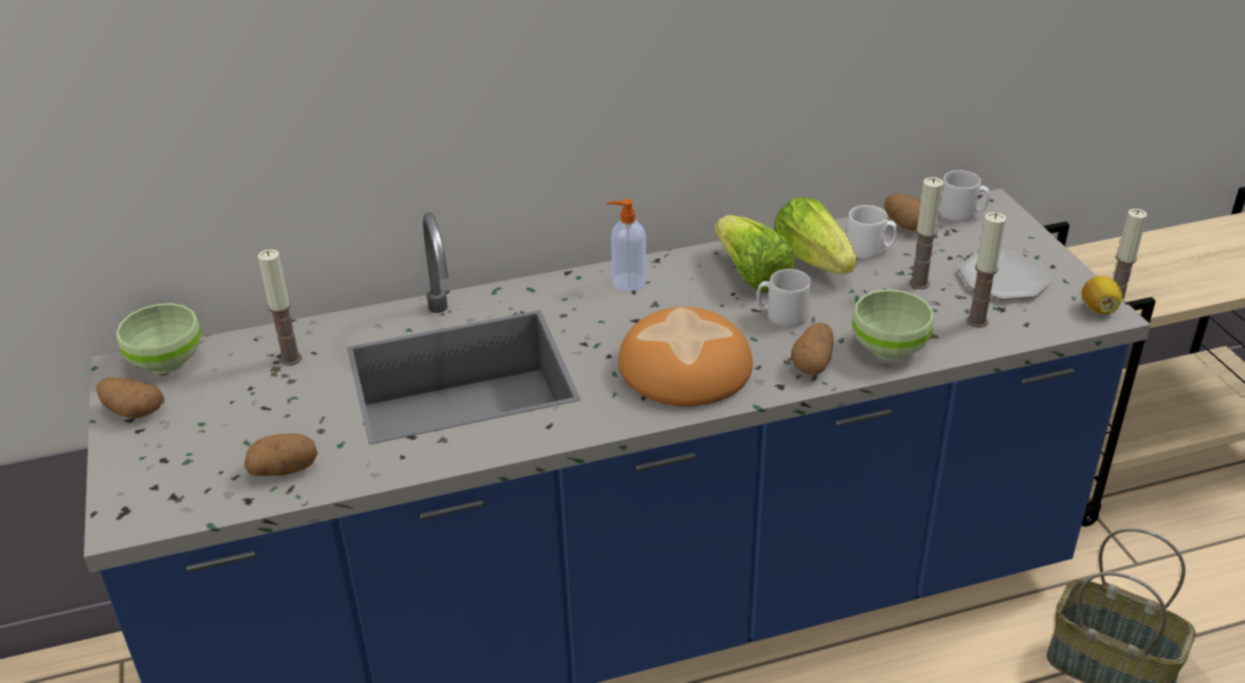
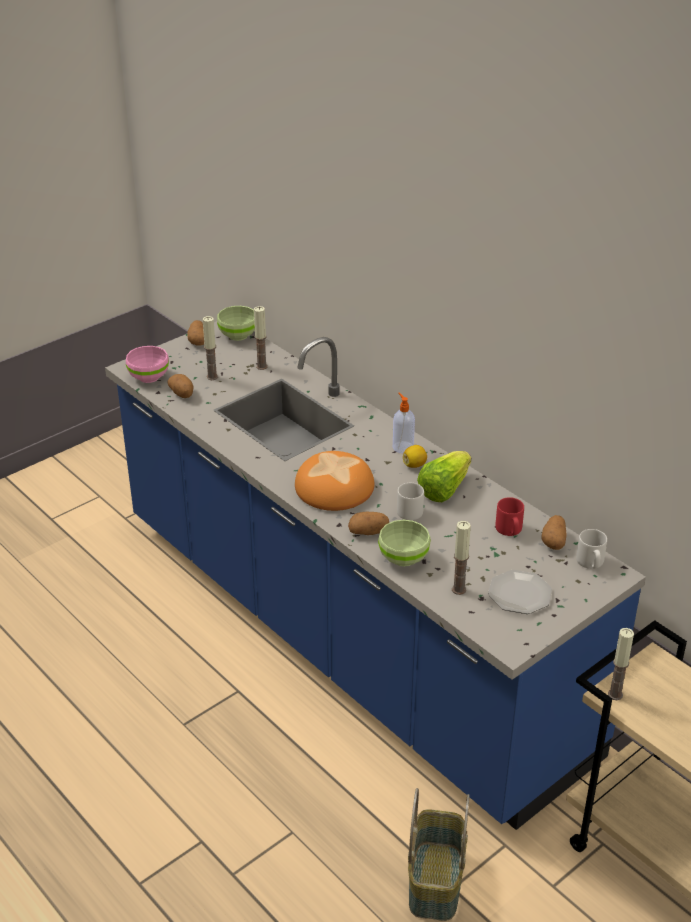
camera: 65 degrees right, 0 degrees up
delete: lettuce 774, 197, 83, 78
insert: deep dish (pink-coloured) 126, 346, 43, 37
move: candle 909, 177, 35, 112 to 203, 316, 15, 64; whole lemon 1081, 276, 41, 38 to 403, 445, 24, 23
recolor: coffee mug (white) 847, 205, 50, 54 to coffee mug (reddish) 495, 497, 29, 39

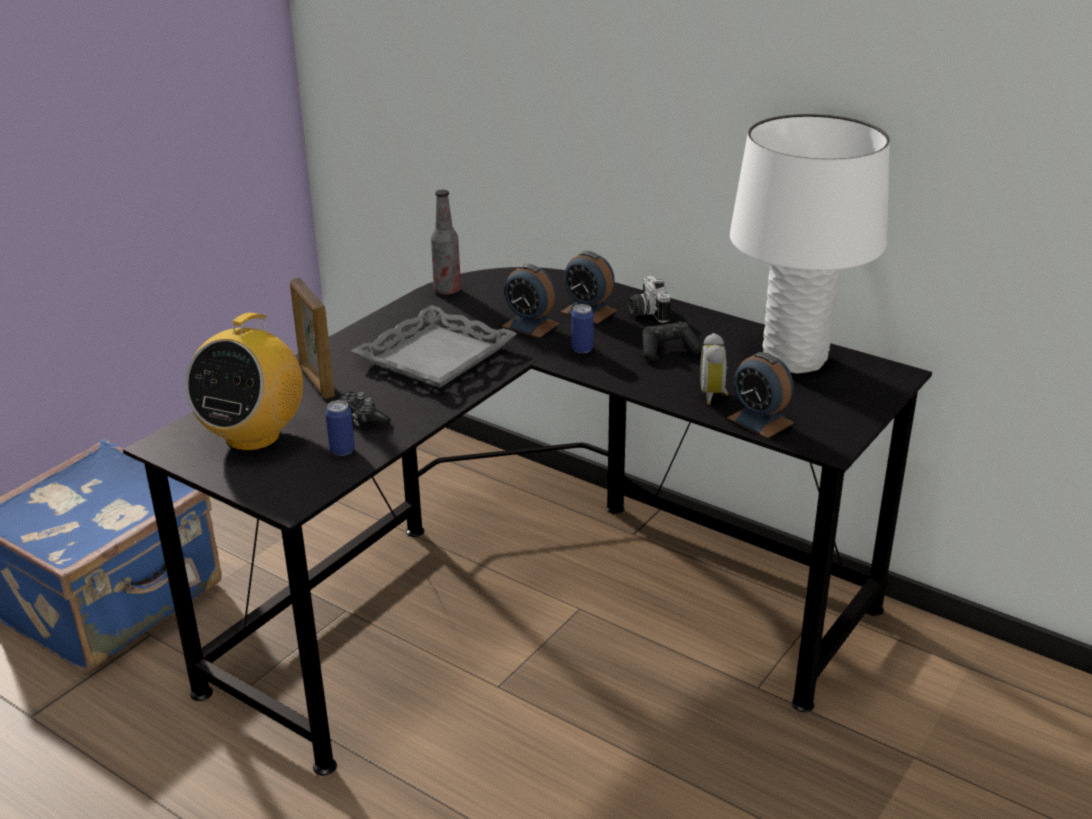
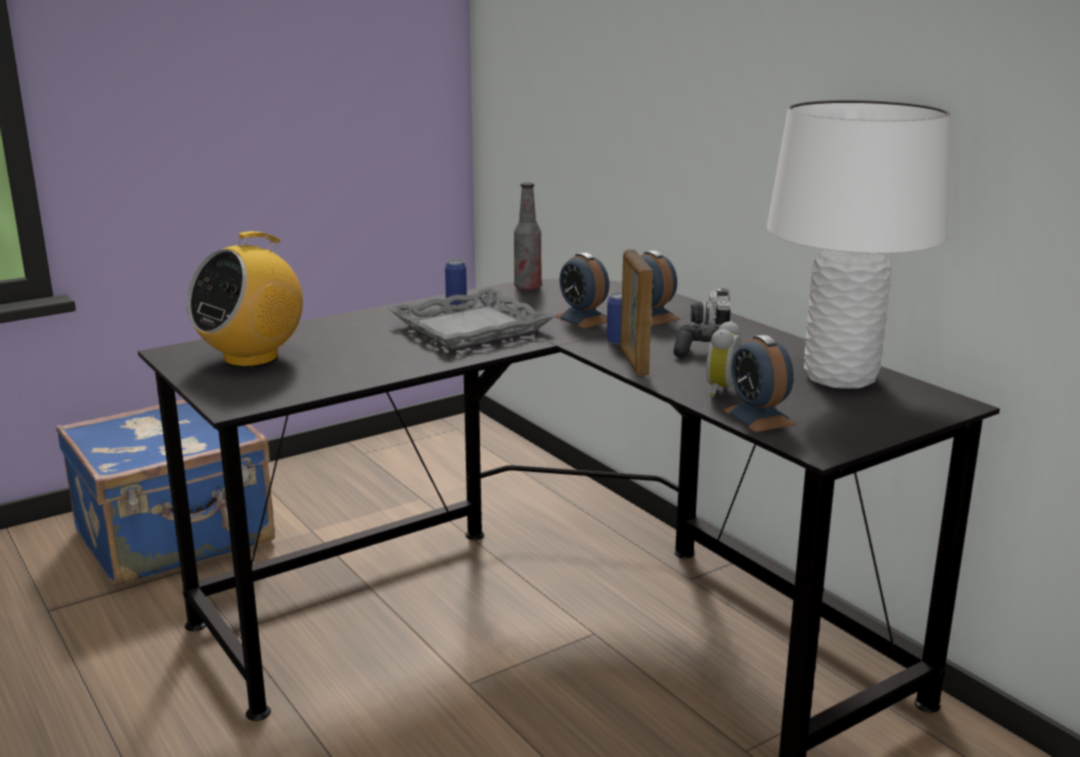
camera: 20 degrees right, 10 degrees down
delete: game controller 338, 391, 53, 36
move: photo frame 290, 278, 45, 121 to 620, 249, 33, 127; metal can 325, 400, 30, 56 to 445, 259, 22, 47

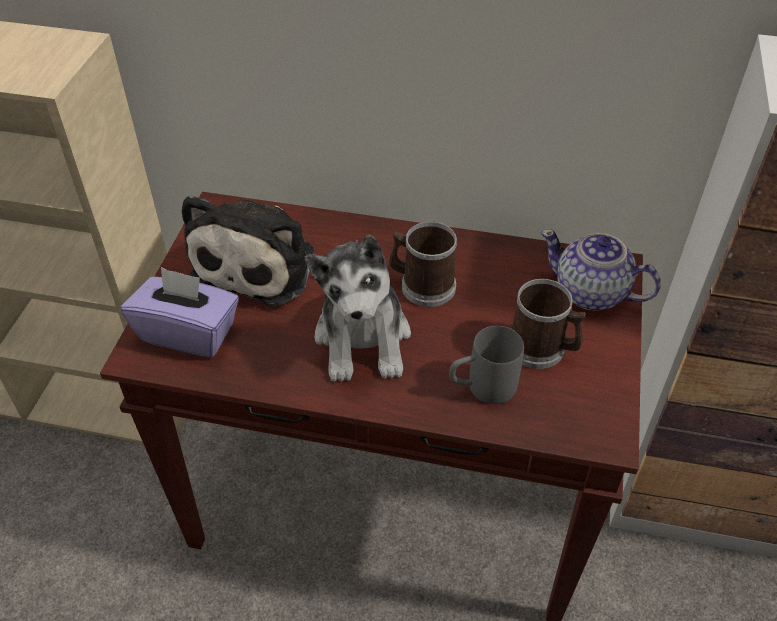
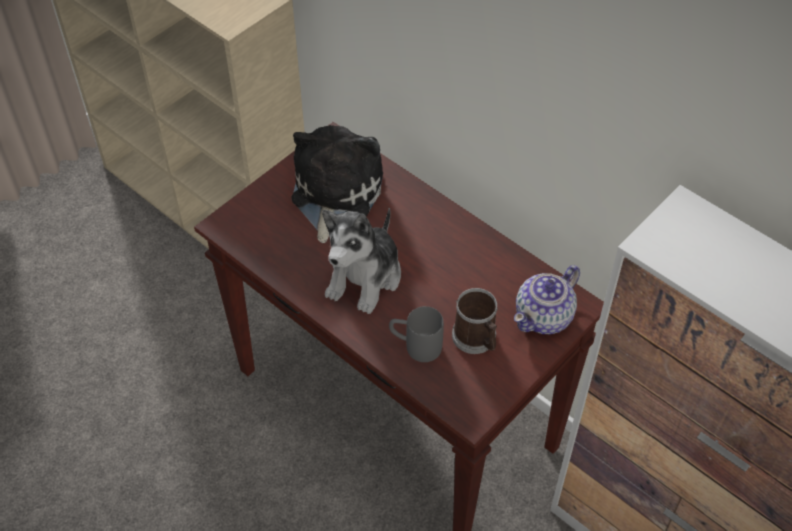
camera: 30 degrees right, 5 degrees up
delete: tissue holder (purplish) 121, 267, 118, 90; coffee mug 389, 222, 68, 85
rotate: soft toy 182, 195, 132, 112 = 291, 125, 92, 118 150 degrees clockwise; teapot 540, 229, 121, 82 = 514, 265, 66, 69 105 degrees counterclockwise

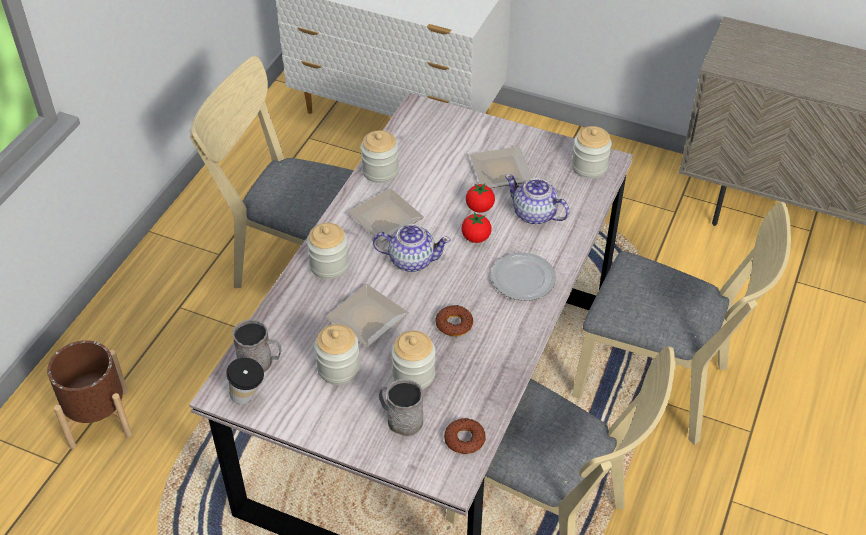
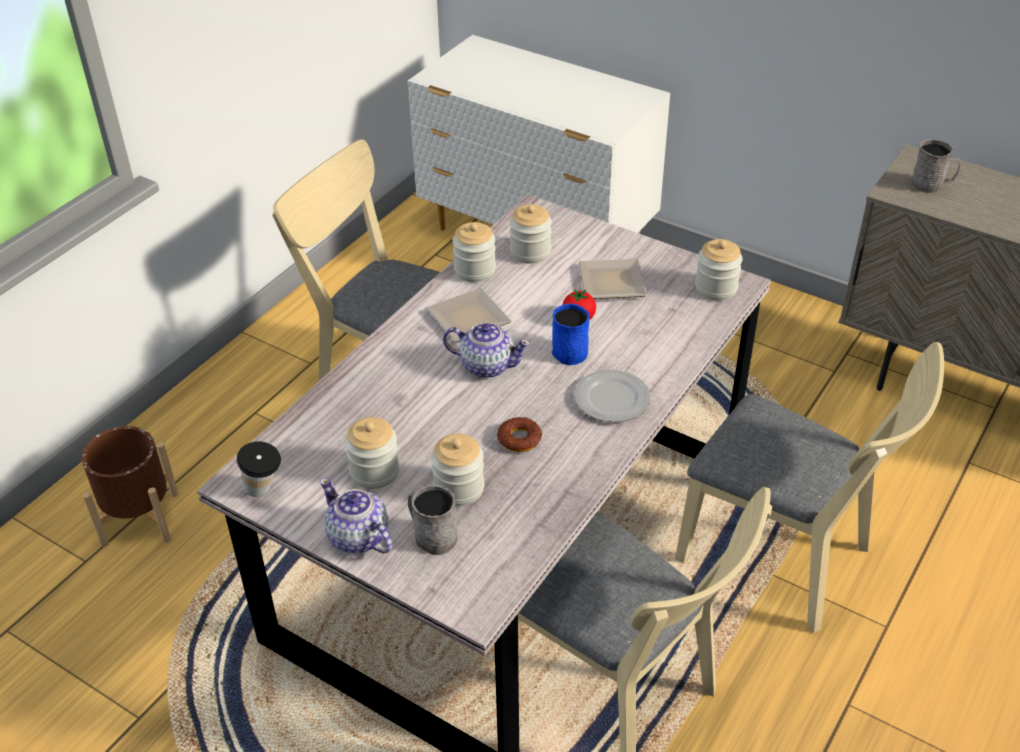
camera: 10 degrees right, 5 degrees down
delete: plate 326, 284, 83, 63; donut 444, 418, 41, 36
move: coffee mug (greyish) 232, 319, 50, 53 to 911, 139, 49, 54; storage jar 307, 223, 42, 56 to 510, 204, 42, 60; teapot 505, 174, 65, 51 to 320, 478, 72, 76
replace: tomato 461, 212, 31, 31 to coffee mug (blue) 552, 304, 38, 61

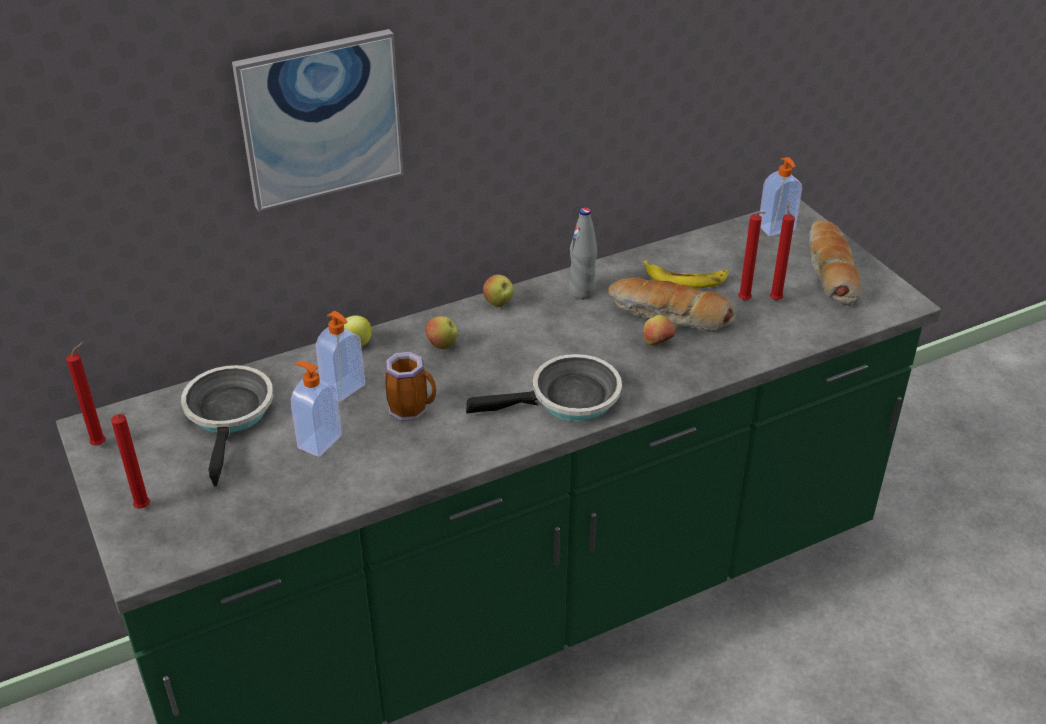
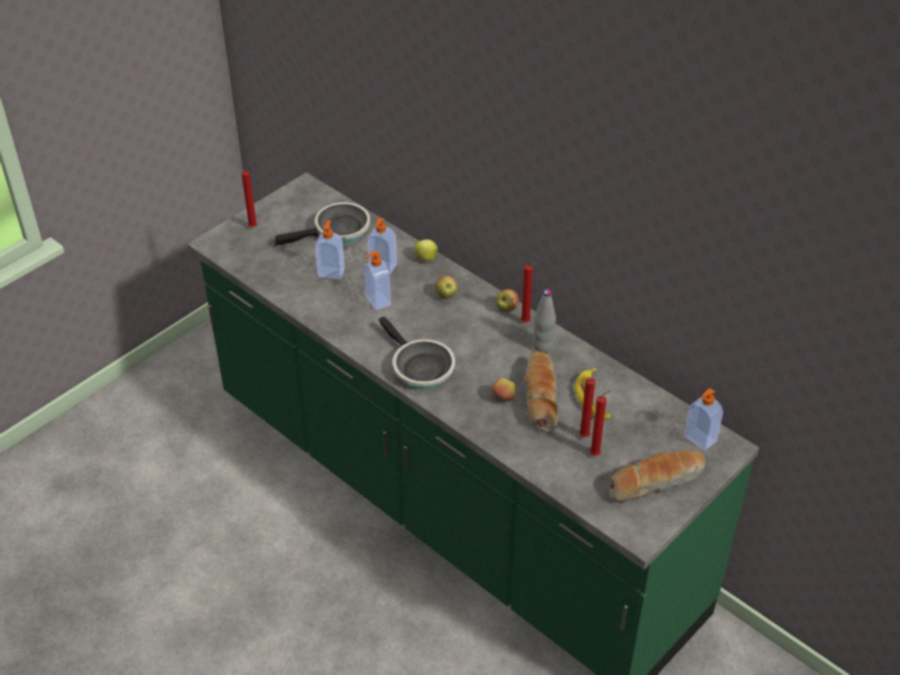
camera: 70 degrees right, 5 degrees up
delete: wall art 232, 29, 172, 183
move: candle (reddish) 66, 342, 40, 104 to 521, 263, 15, 60
replace: coffee mug 385, 352, 51, 69 to soap dispenser 364, 251, 27, 59

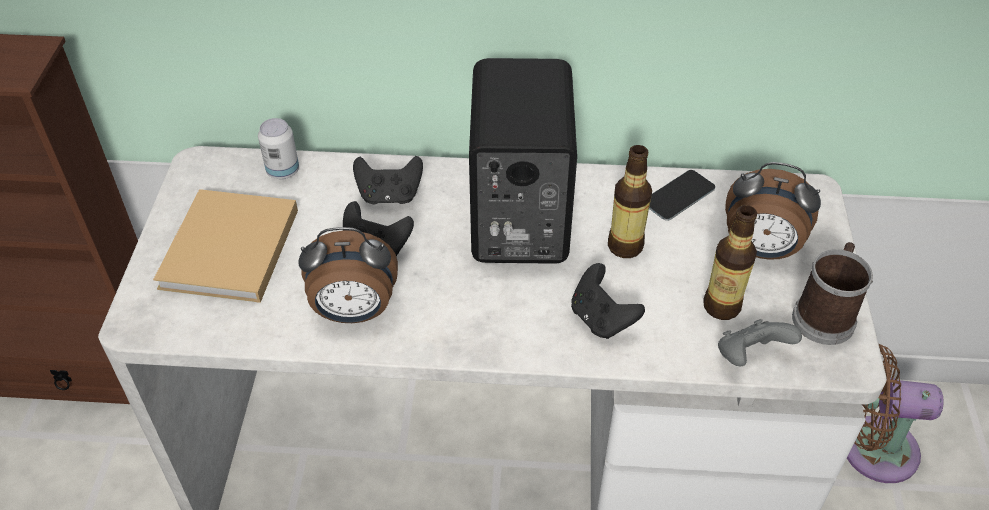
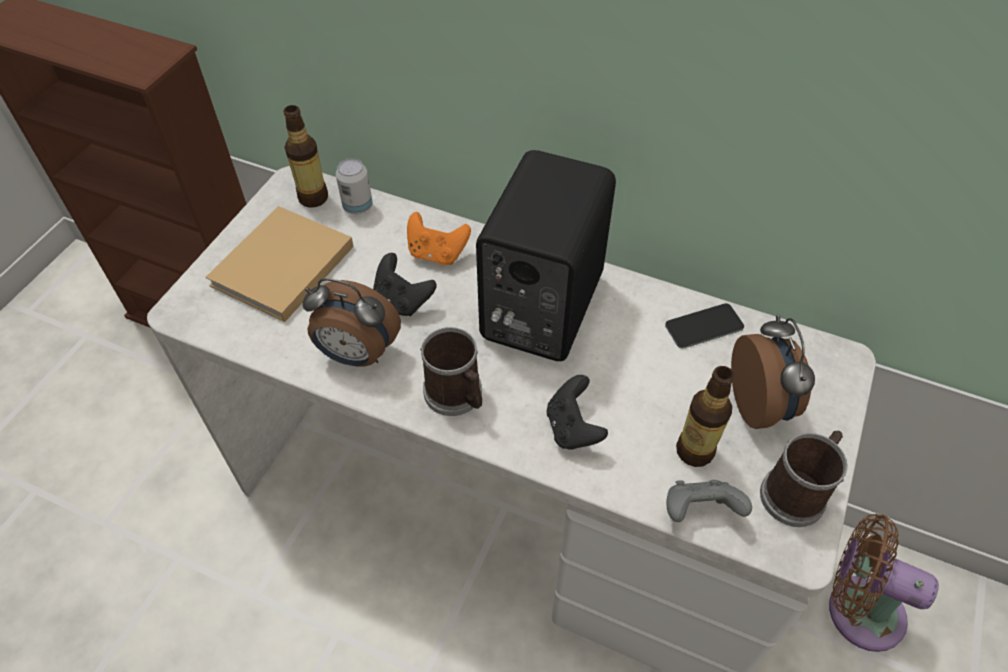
camera: 20 degrees right, 5 degrees up
insert: coffee mug 420, 327, 62, 89
move: bottle 608, 145, 44, 113 to 283, 105, 45, 103
recolor: game controller (black) 353, 156, 70, 48 to game controller (orange-coloured) 407, 212, 64, 53
rotate: table clock 725, 162, 96, 98 = 731, 315, 84, 114 135 degrees counterclockwise

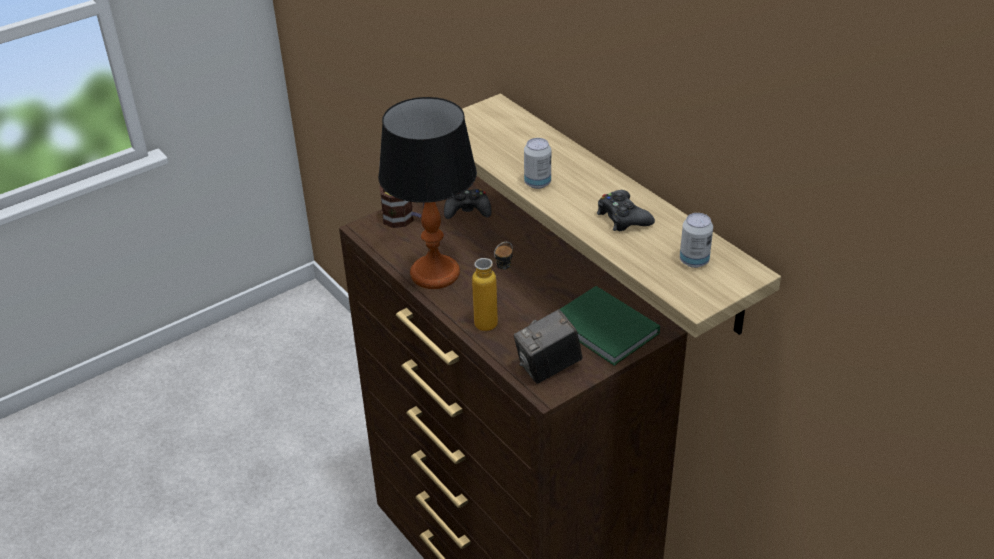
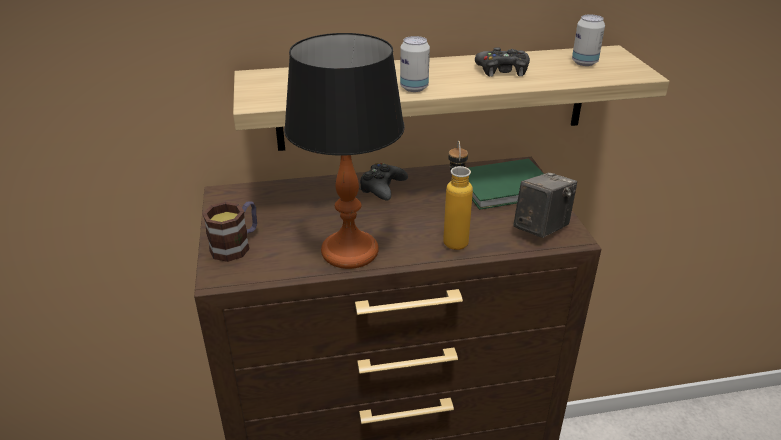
camera: 65 degrees left, 5 degrees down
move: game controller (black) 444, 189, 47, 30 to 360, 163, 48, 37
rotate: still camera 514, 309, 68, 75 = 513, 172, 64, 66 135 degrees counterclockwise

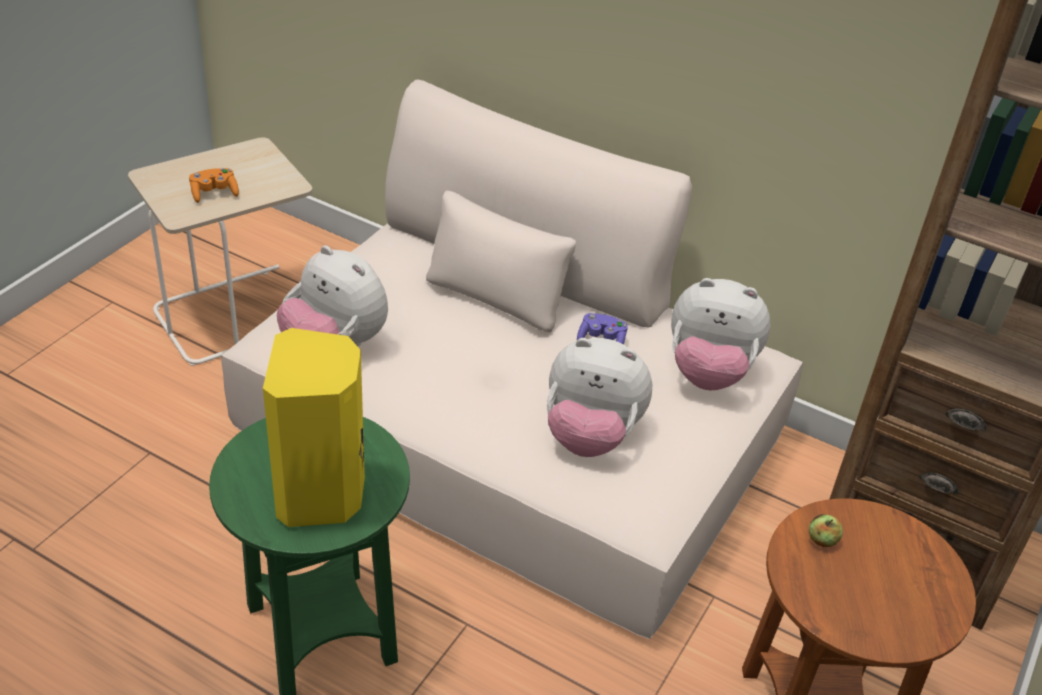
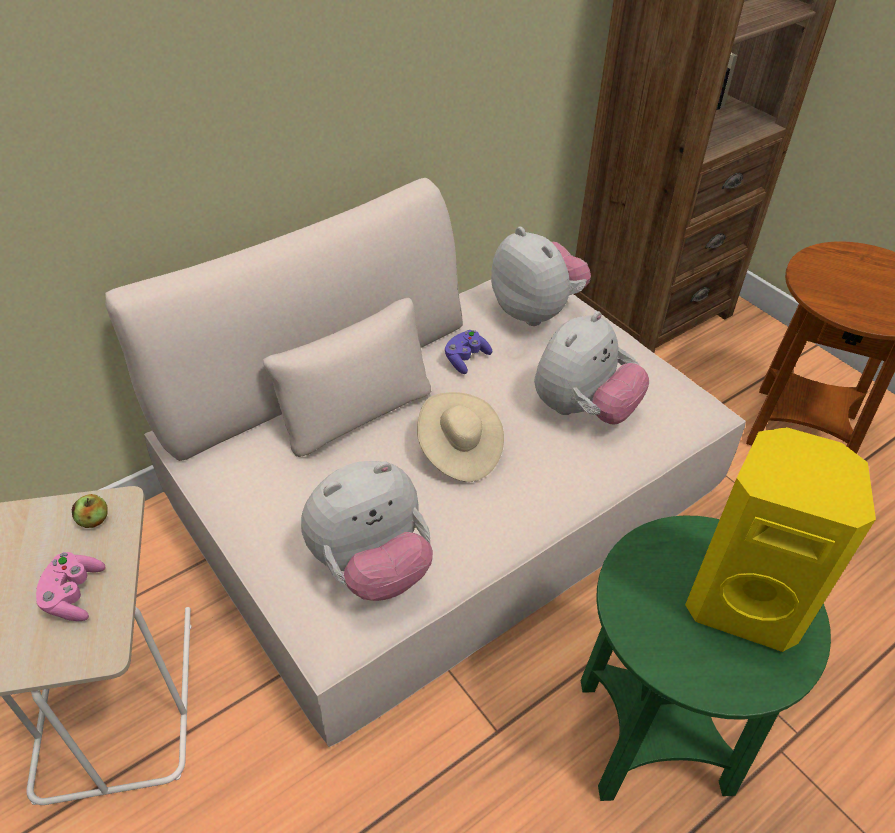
camera: 65 degrees left, 5 degrees up
insert: clothing hat (beige) 417, 392, 87, 90
move: whole apple 809, 514, 34, 33 to 72, 494, 36, 34
recolor: game controller (orange-coloured) 189, 168, 50, 35 to game controller (pink-coloured) 36, 552, 69, 69
rotate: soft toy 671, 278, 99, 113 = 491, 227, 100, 99 75 degrees counterclockwise

